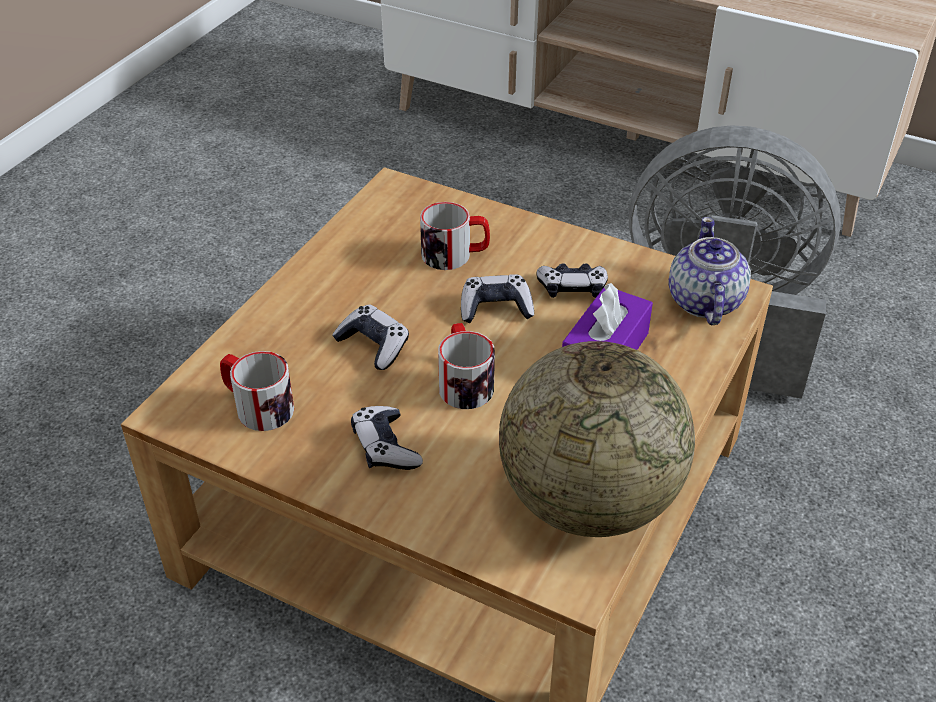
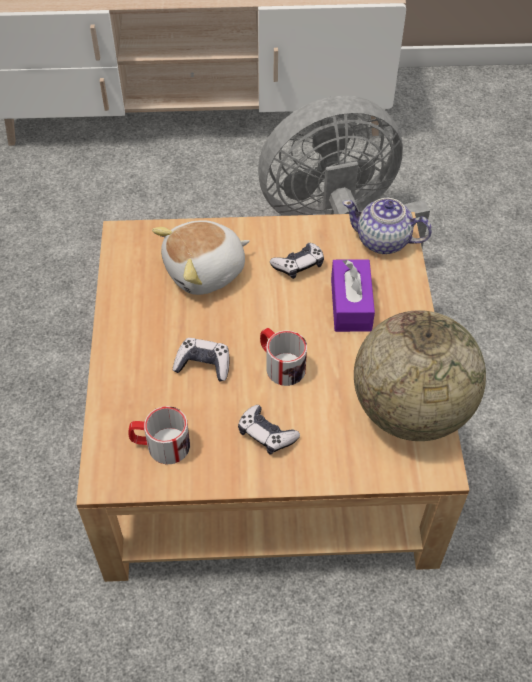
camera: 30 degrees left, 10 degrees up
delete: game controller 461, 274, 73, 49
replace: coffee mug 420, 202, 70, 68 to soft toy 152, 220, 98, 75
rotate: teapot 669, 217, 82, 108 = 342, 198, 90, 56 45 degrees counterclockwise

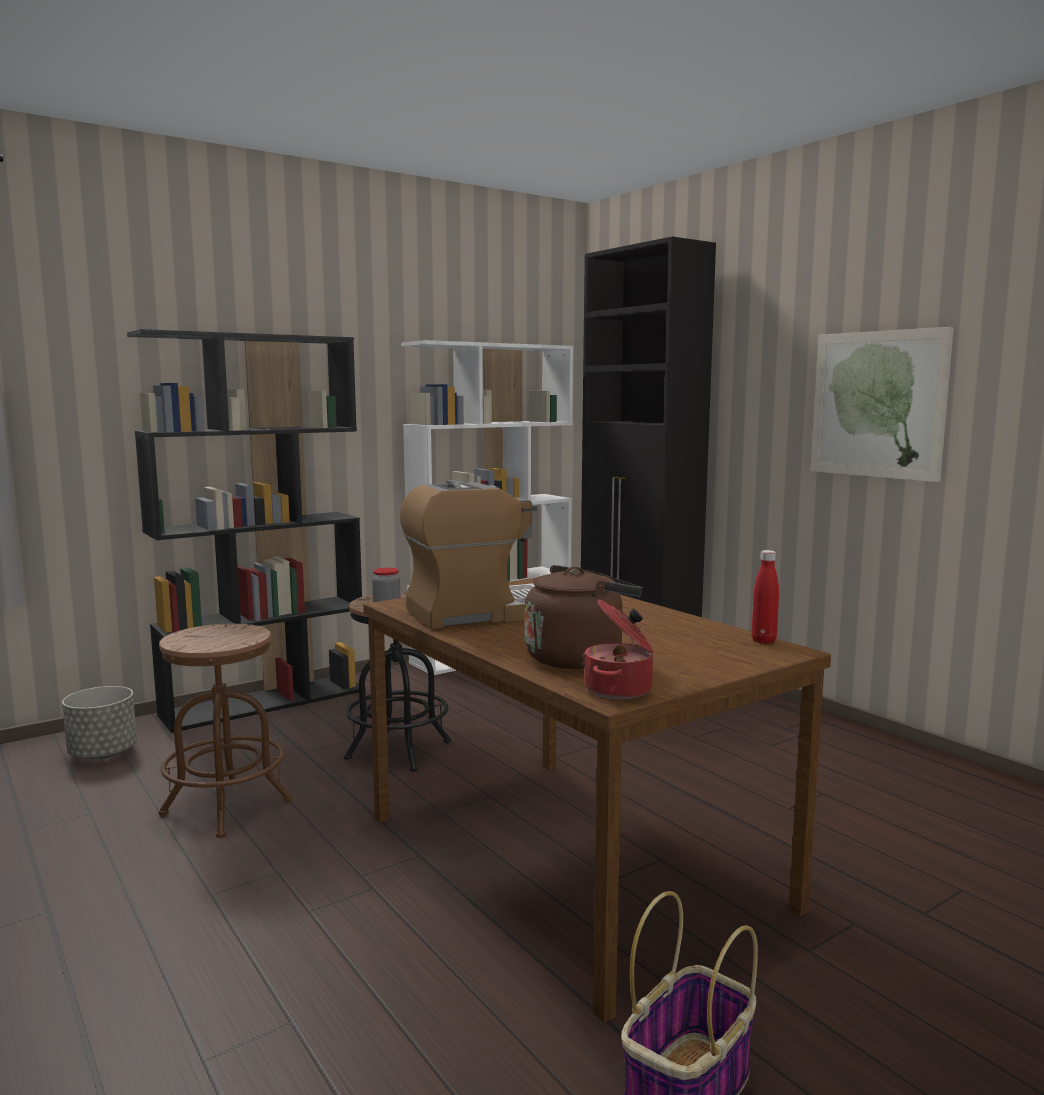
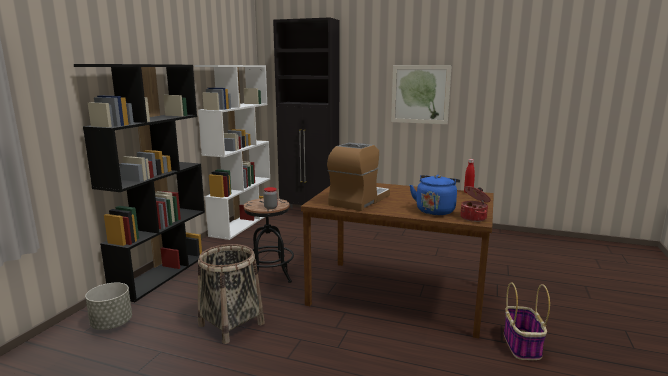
camera: 35 degrees left, 5 degrees up
replace: stool (brown-coloured) 159, 624, 134, 214 to household basket 198, 244, 67, 100
recolor: kettle (brown-coloured) 525, 565, 118, 104 to kettle (blue) 410, 175, 50, 40

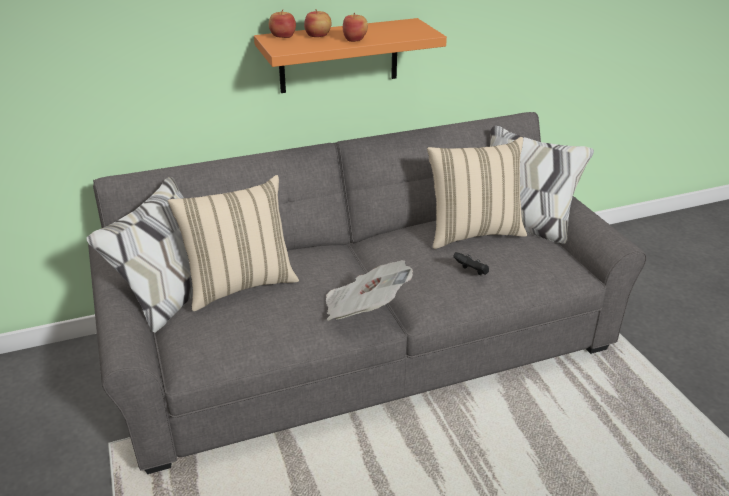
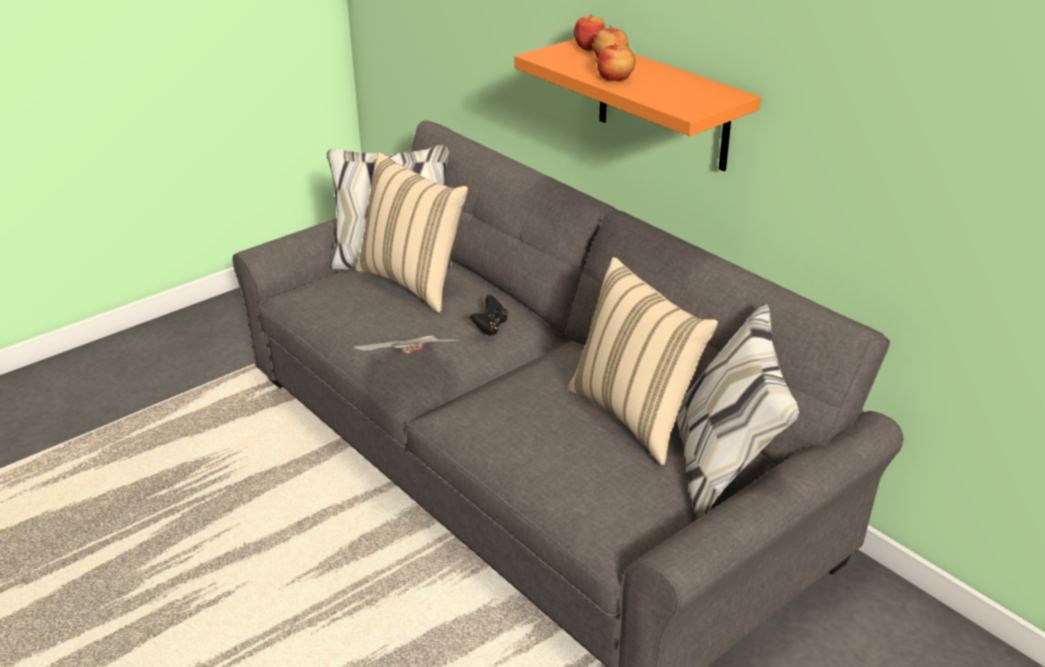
camera: 70 degrees right, 0 degrees up
move: game controller (black) 453, 252, 36, 23 to 470, 295, 38, 41

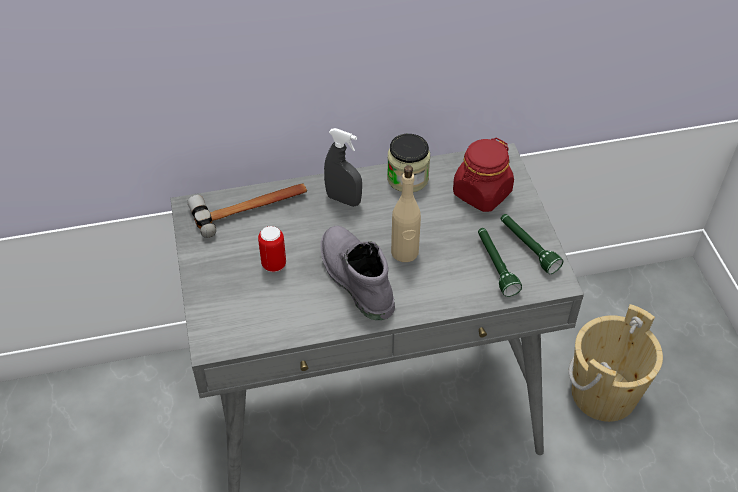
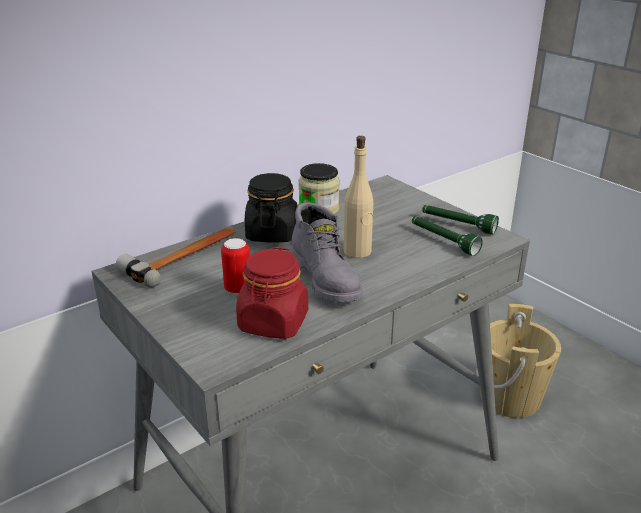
camera: 25 degrees left, 20 degrees down
move: storage jar (reddish) 453, 138, 61, 74 to 236, 247, 72, 92
replace: hand sprayer (greyish) 324, 128, 38, 79 to storage jar (black) 245, 173, 52, 70
rotate: boot (greyish) 320, 226, 75, 94 = 290, 202, 73, 100 150 degrees counterclockwise

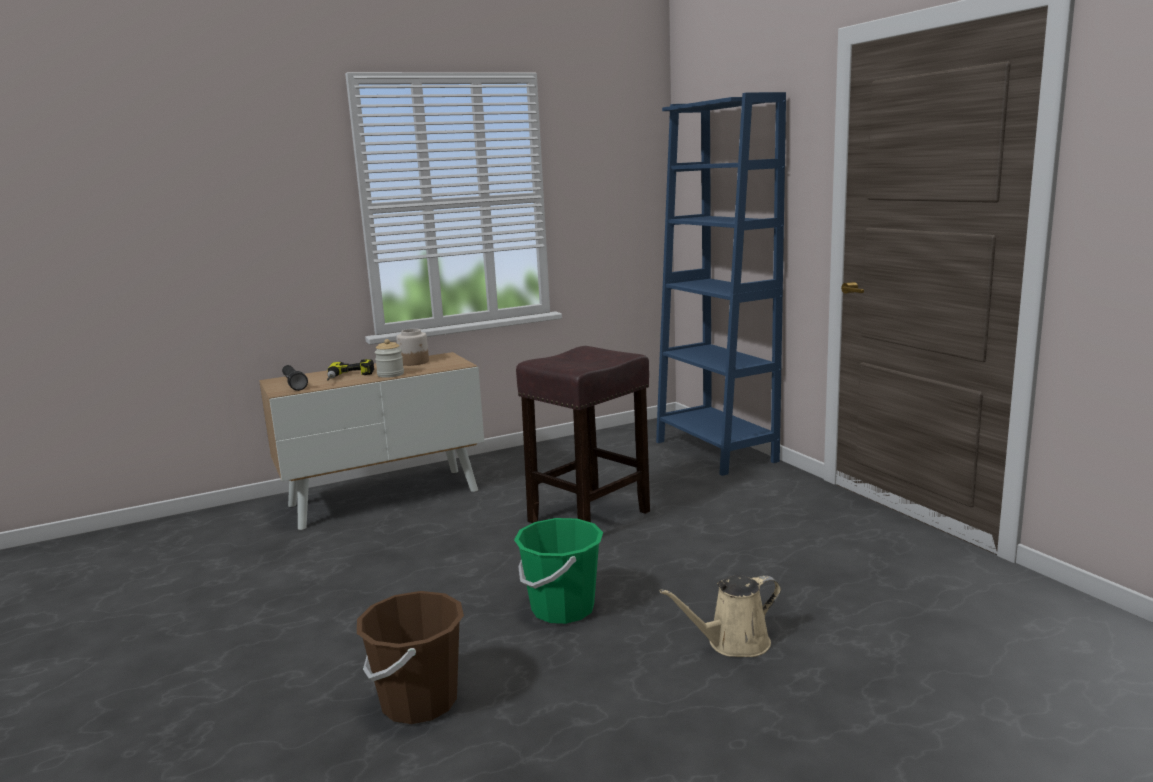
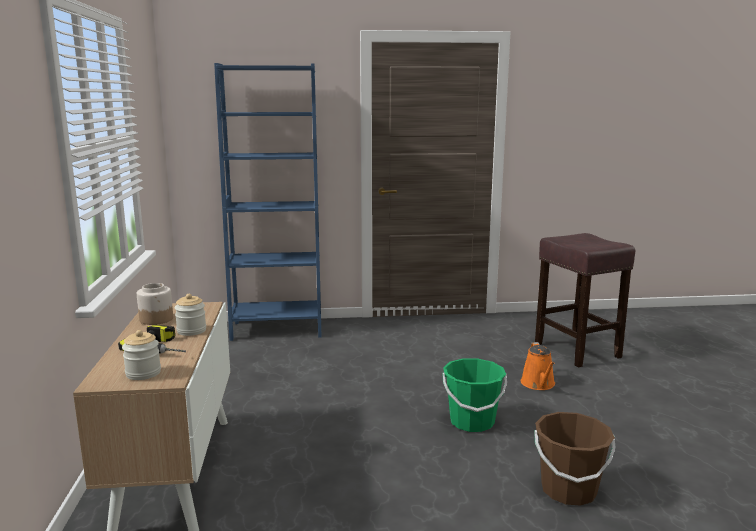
camera: 70 degrees left, 0 degrees up
move: stool (brown-coloured) 516, 346, 134, 177 to 535, 233, 100, 134
replace: torch (black) 282, 365, 26, 26 to storage jar 122, 330, 39, 50
recolor: watering can (beige) 660, 575, 121, 82 to watering can (orange-coloured) 521, 342, 34, 48

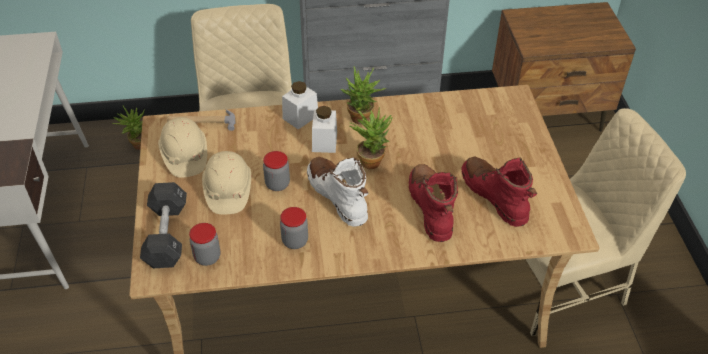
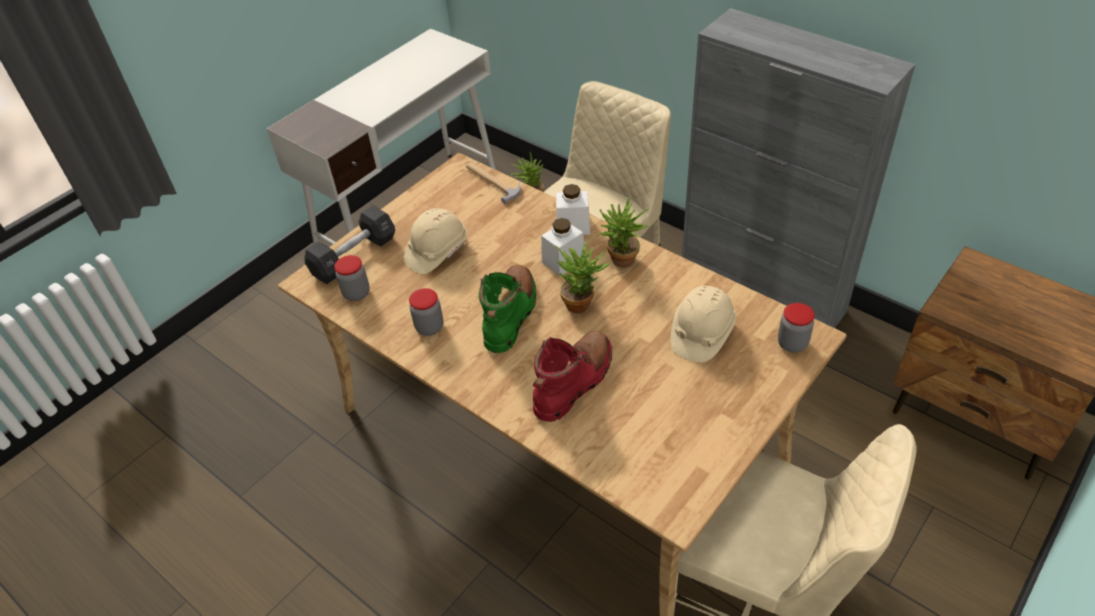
camera: 50 degrees right, 0 degrees up
delete: boot (reddish) 461, 156, 76, 71
move: hard hat (beige) 158, 117, 49, 61 to 671, 286, 65, 76; storage jar 263, 151, 27, 40 to 778, 303, 37, 50
recolor: boot (white) 307, 157, 62, 70 to boot (green-coloured) 479, 265, 57, 88

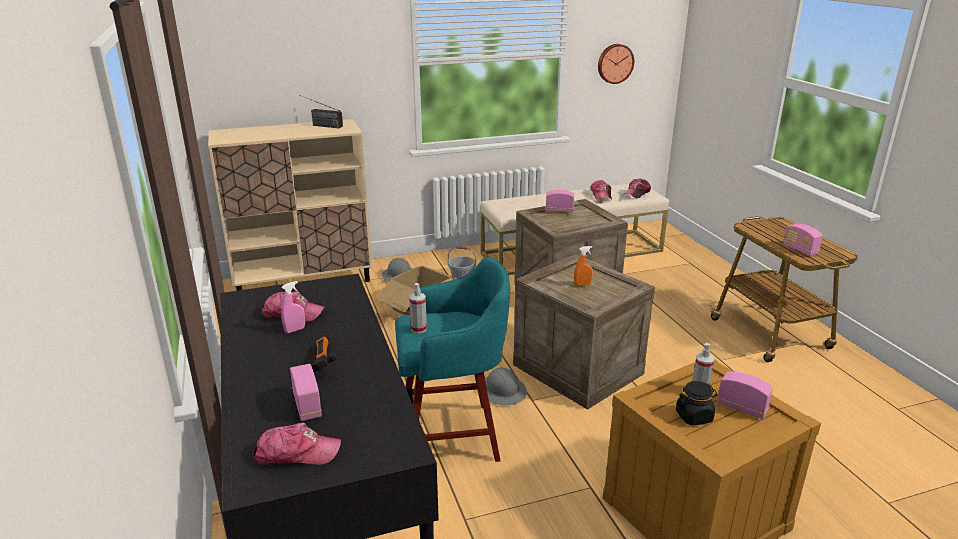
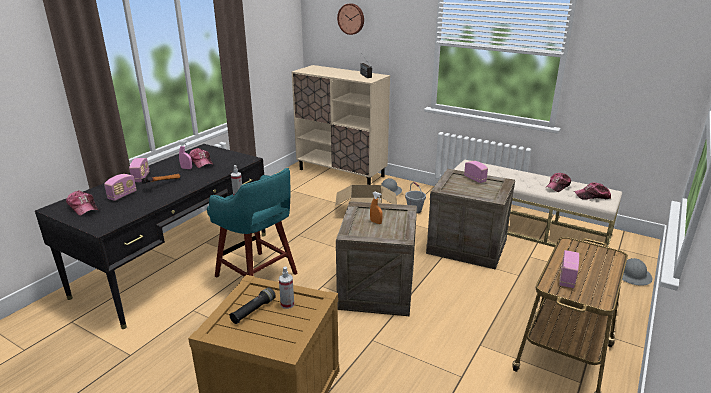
camera: 50 degrees right, 0 degrees up
move: hard hat (greyish) 485, 367, 42, 38 to 622, 258, 30, 28; clock on the wall 598, 44, 36, 40 to 337, 3, 27, 32; radio receiver 717, 371, 56, 48 to 129, 158, 21, 24
replace: storage jar (black) 676, 381, 42, 45 to torch (black) 230, 287, 46, 37

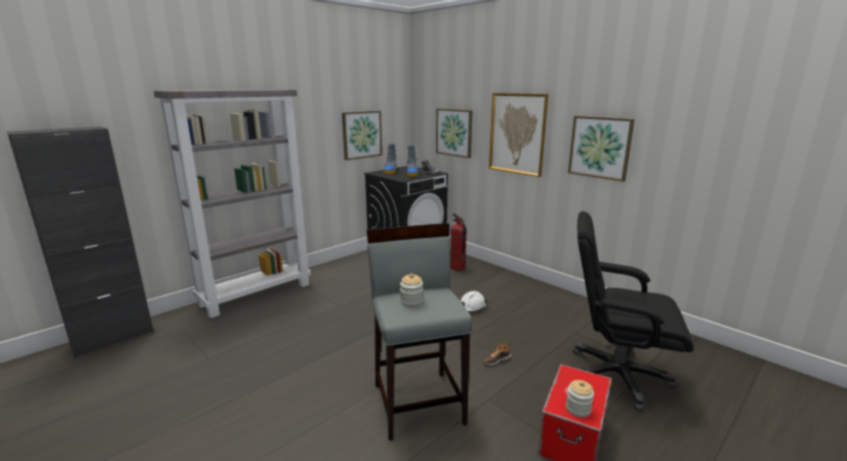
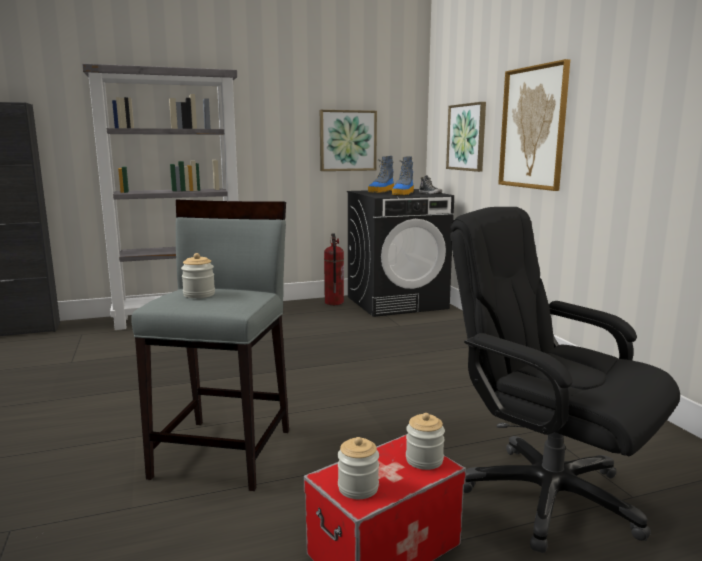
camera: 25 degrees right, 5 degrees down
delete: hard hat (white) 460, 291, 27, 21; shoe 483, 343, 29, 22; wall art 568, 116, 67, 66
insert: storage jar 406, 413, 39, 57
move: fire extinguisher 450, 213, 17, 58 to 324, 233, 20, 72

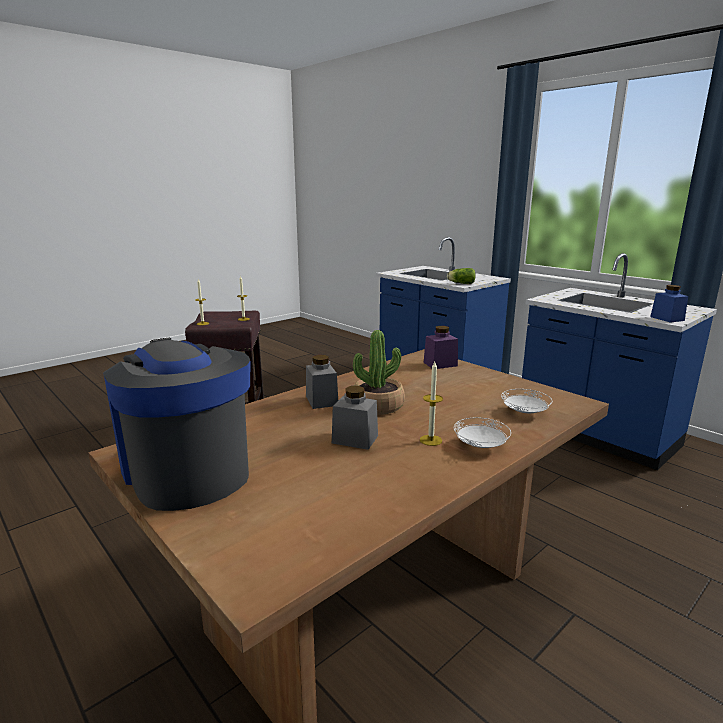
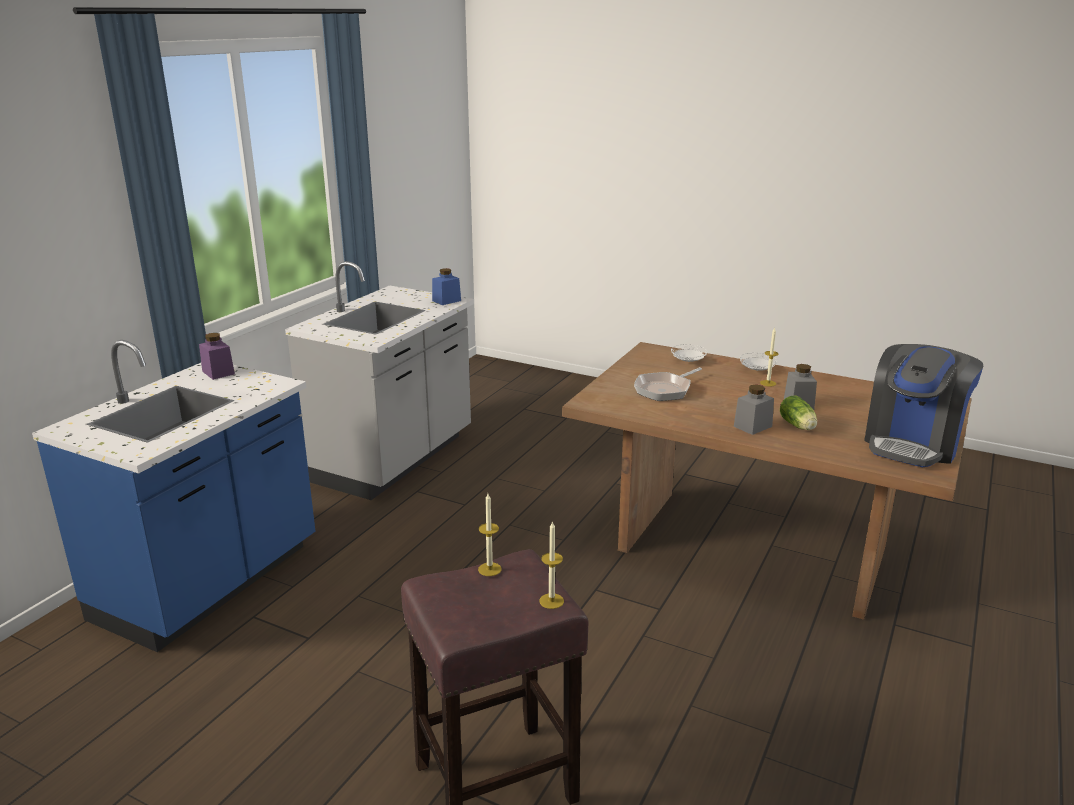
camera: 110 degrees left, 5 degrees up
delete: potted plant 353, 330, 52, 85
insert: frying pan 634, 367, 68, 34
move: storage jar (purplish) 424, 326, 34, 43 to 199, 333, 36, 47; lettuce 447, 268, 29, 16 to 780, 395, 37, 35
recolor: kitchen counter (blue) 522, 253, 195, 217 to kitchen counter (greyish) 285, 261, 189, 239

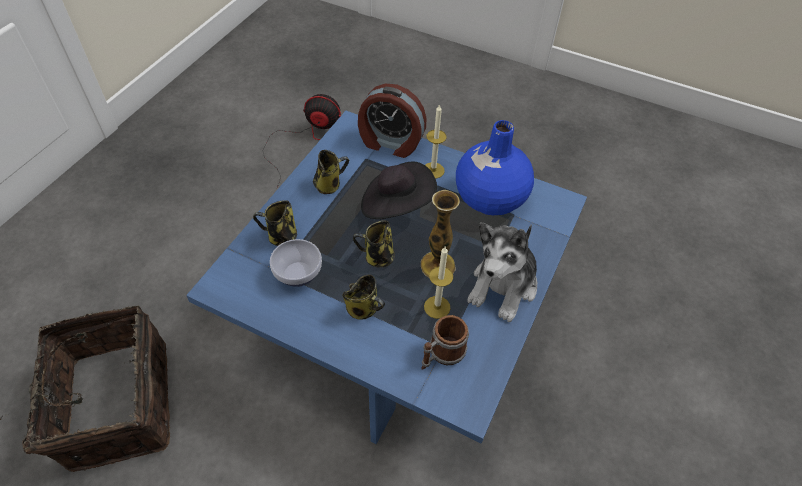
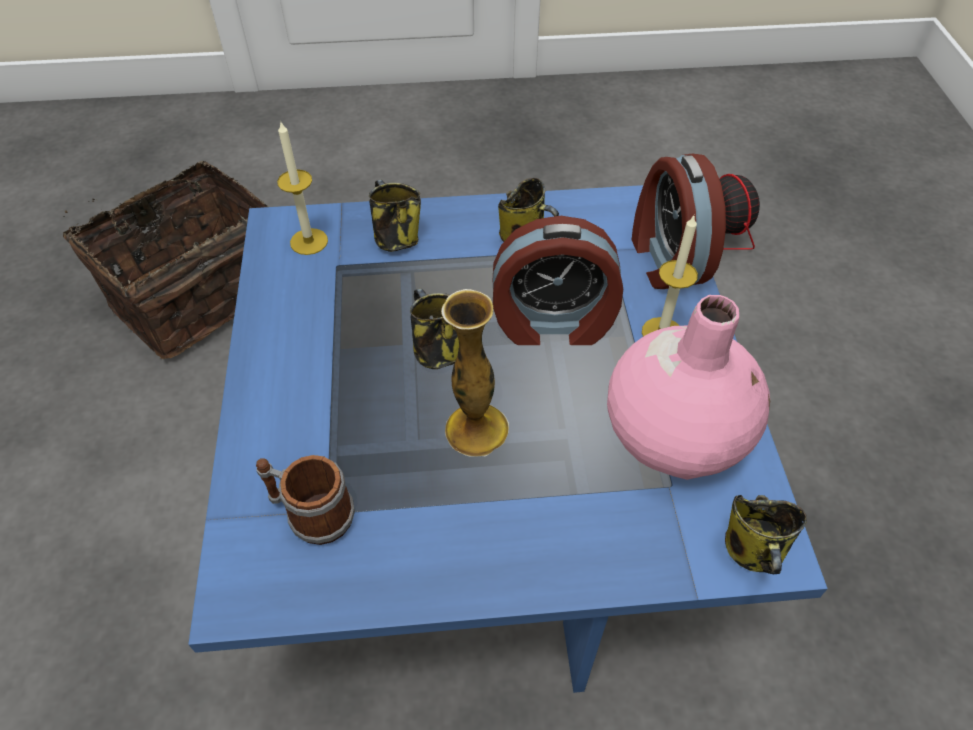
camera: 60 degrees right, 0 degrees up
delete: deep dish 270, 239, 52, 48; soft toy 467, 223, 70, 99
move: coffee mug 342, 274, 43, 46 to 725, 495, 82, 79; candle 424, 247, 29, 72 to 277, 120, 51, 135
replace: clothing hat (black) 361, 162, 76, 57 to table clock 493, 216, 130, 129
recolor: flower vase (blue) 456, 120, 78, 95 to flower vase (pink-coloured) 607, 295, 163, 185

